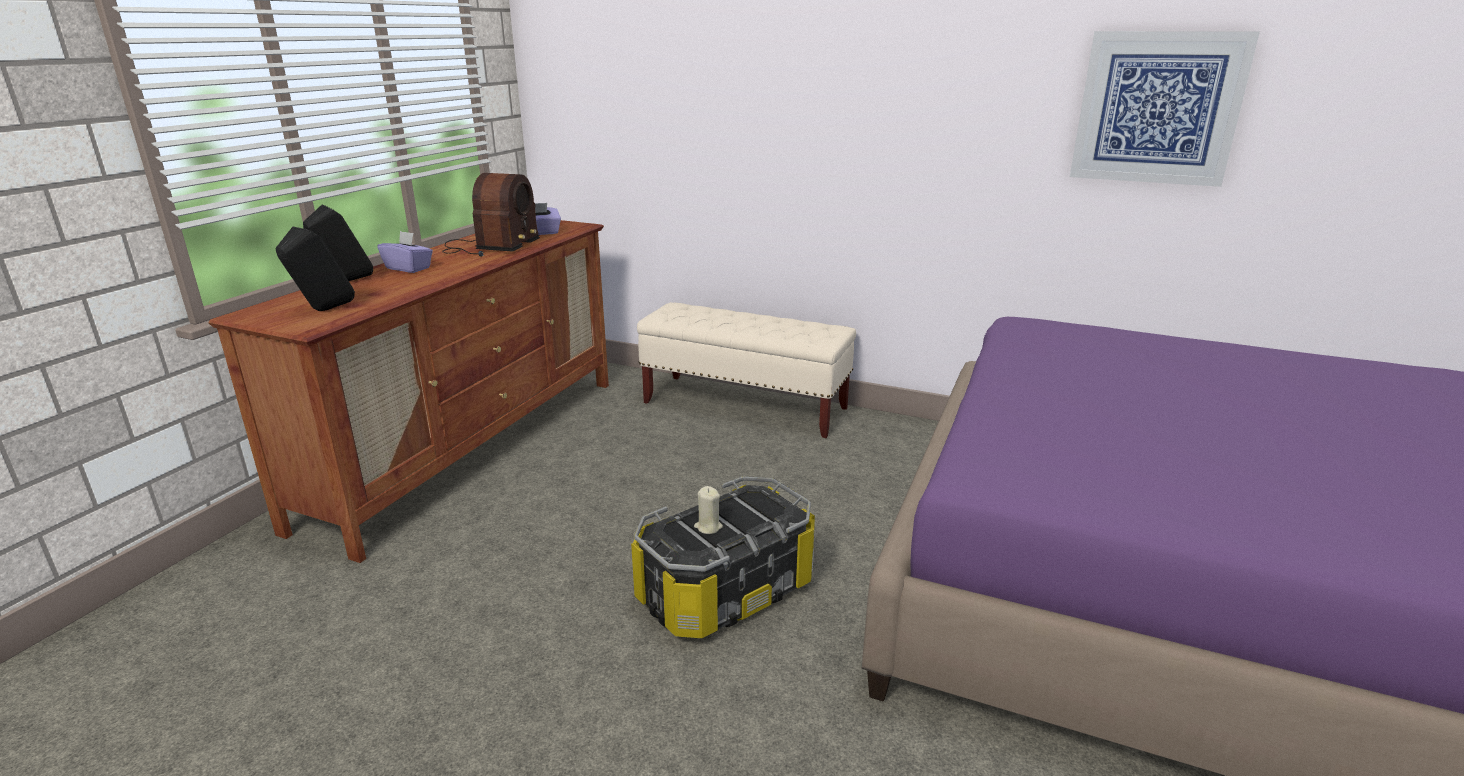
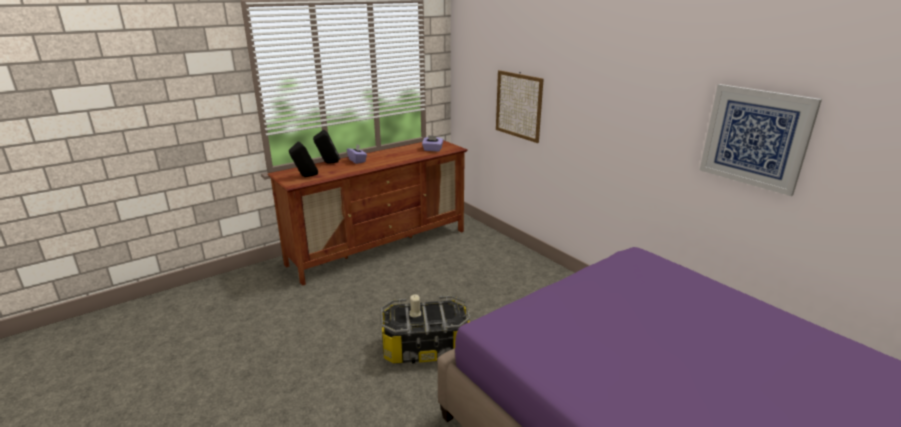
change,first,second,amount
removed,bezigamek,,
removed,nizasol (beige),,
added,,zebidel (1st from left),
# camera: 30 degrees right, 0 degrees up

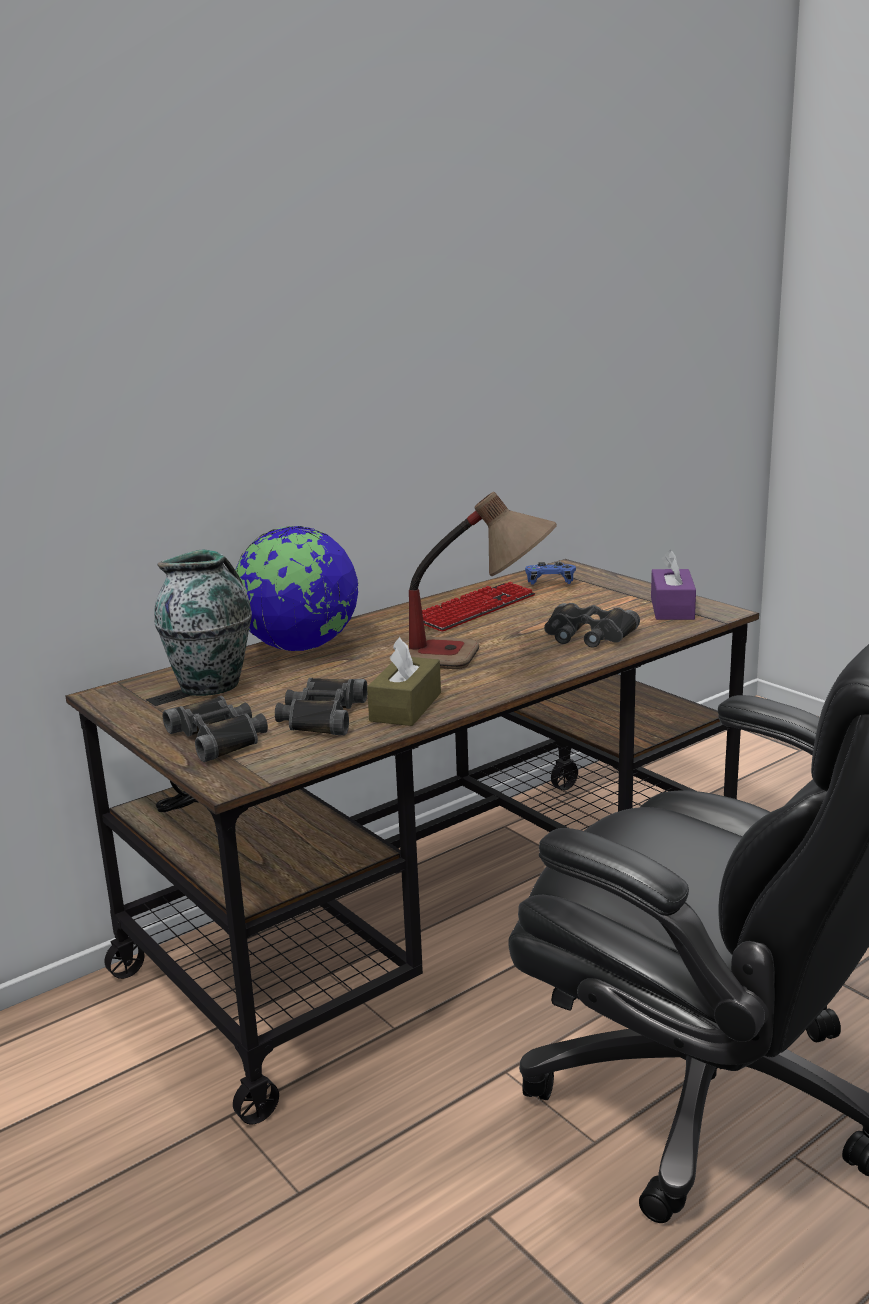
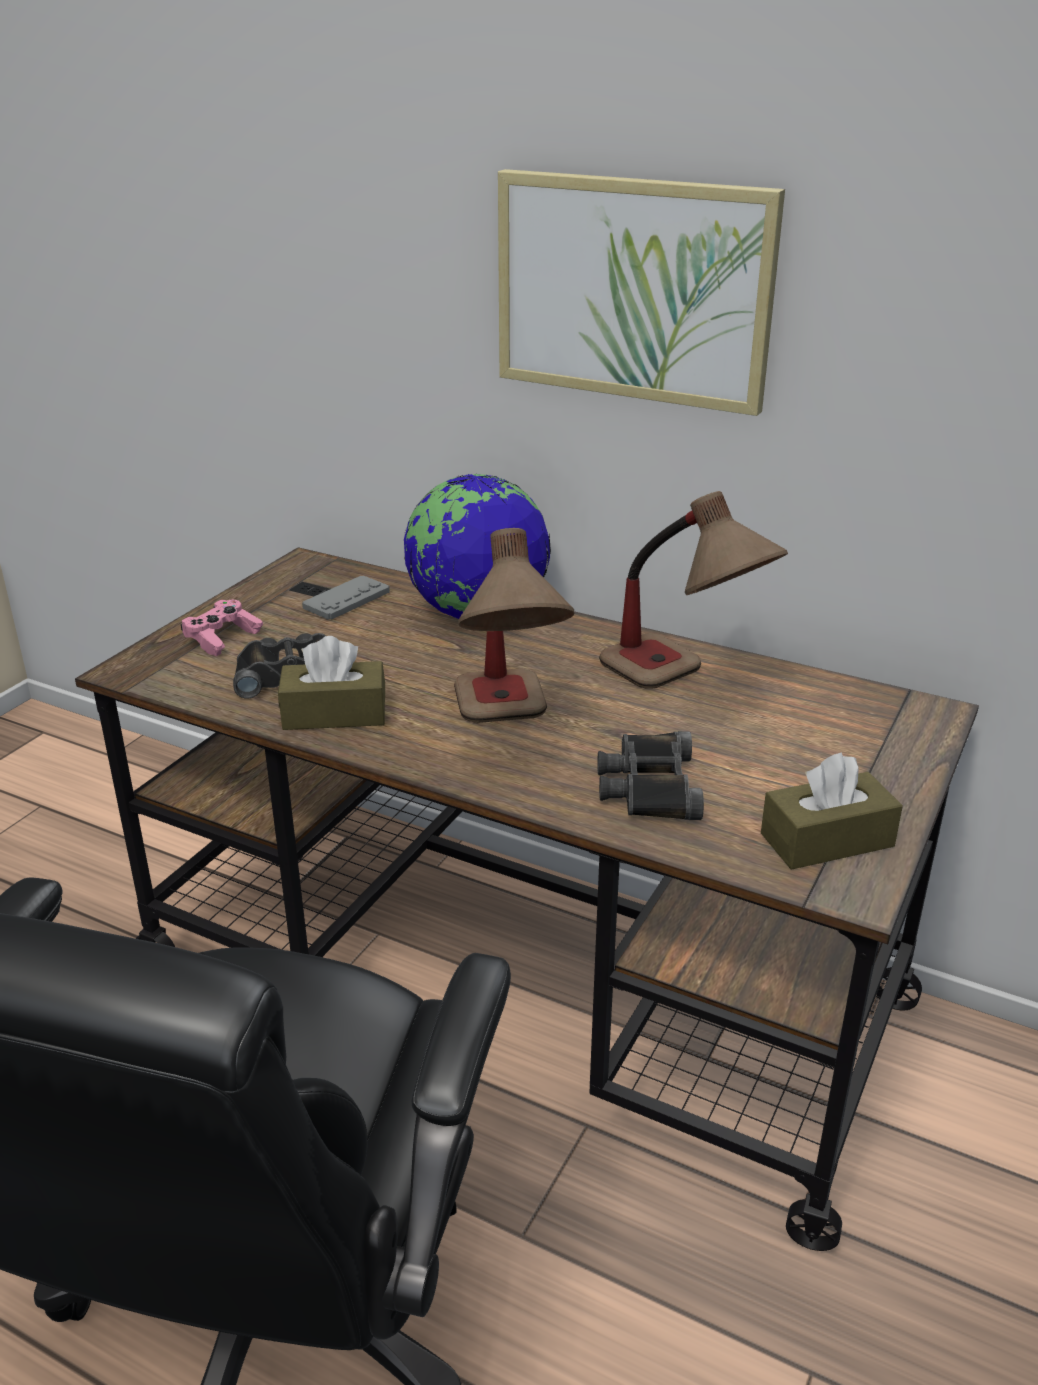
change,first,second,amount
removed,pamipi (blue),,
added,,zebidel,
replaced,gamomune,pamipi (grey),
replaced,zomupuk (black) (1st from left),pamipi (pink),
replaced,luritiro,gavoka (2nd from left),
recoloured,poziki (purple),poziki (brown) (2nd from left),
# camera: 65 degrees right, 10 degrees up

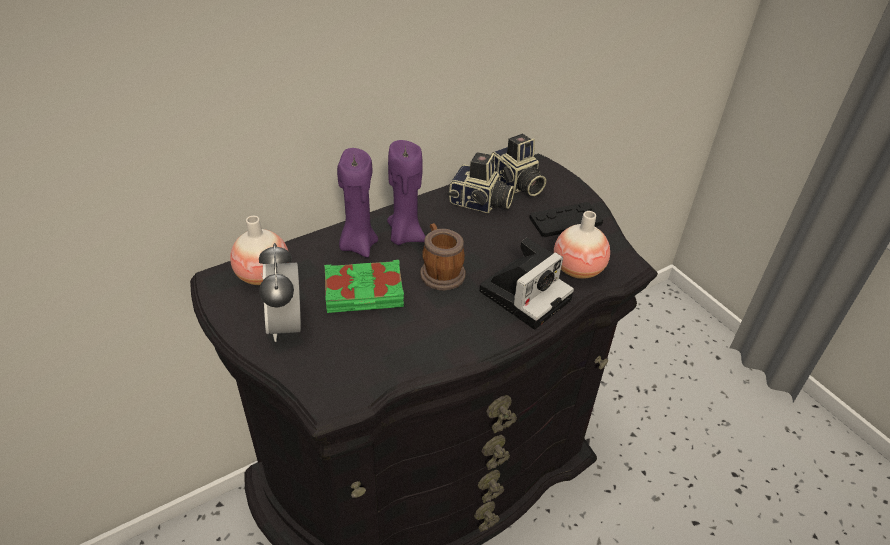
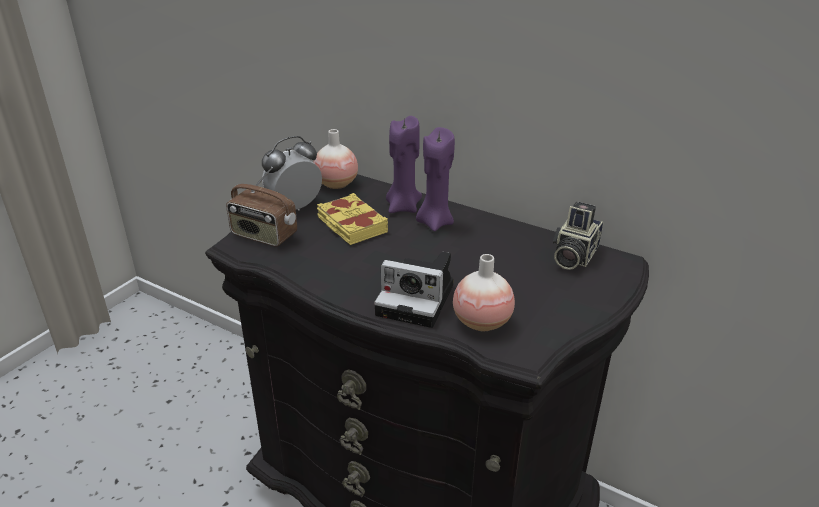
change,first,second,amount
removed,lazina,,
removed,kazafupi (1st from left),,
removed,pamipi (black),,
added,,bezigamek,
recoloured,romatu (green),romatu (yellow),
# camera: 65 degrees right, 10 degrees down

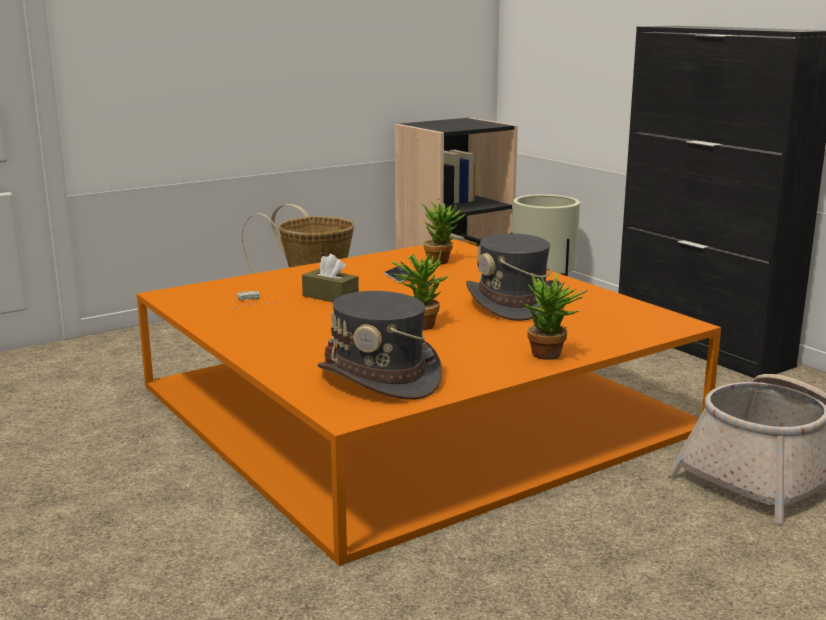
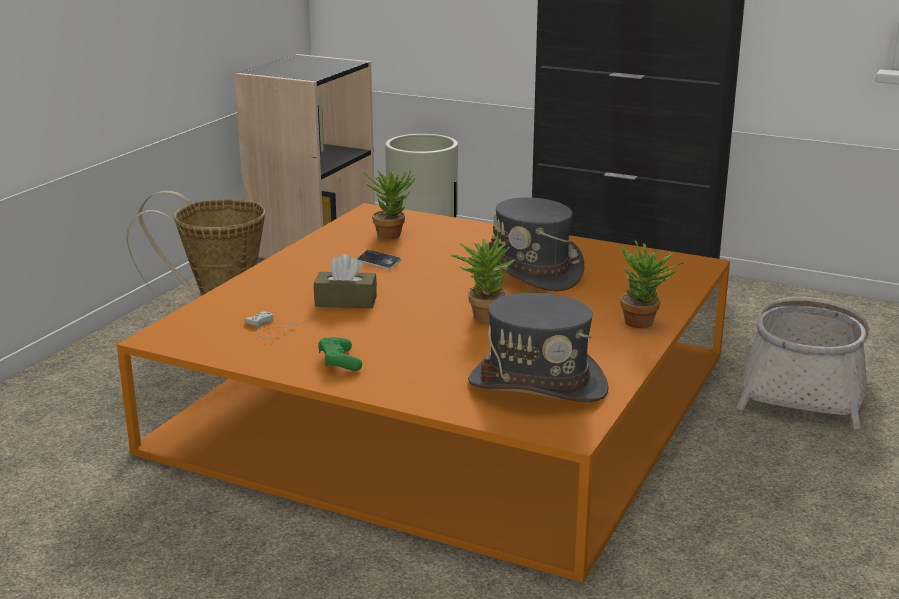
change,first,second,amount
added,,pamipi (green),
# camera: 30 degrees left, 5 degrees up

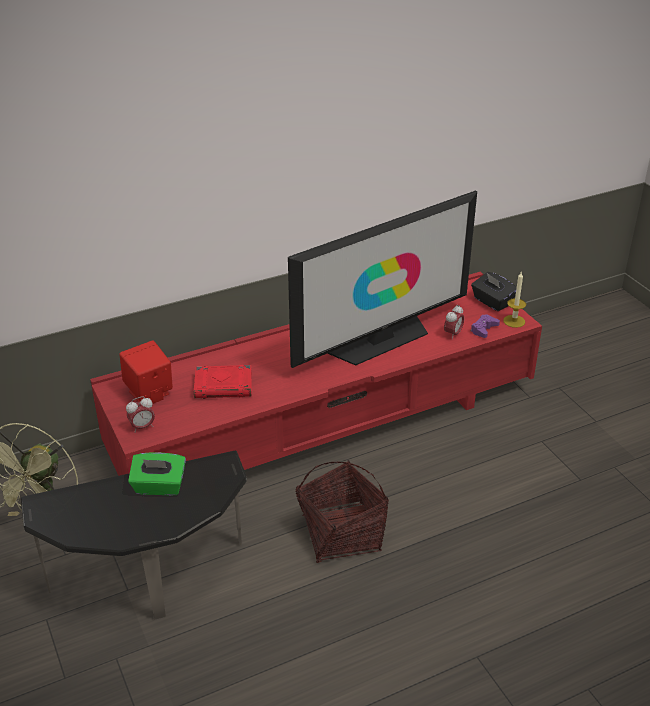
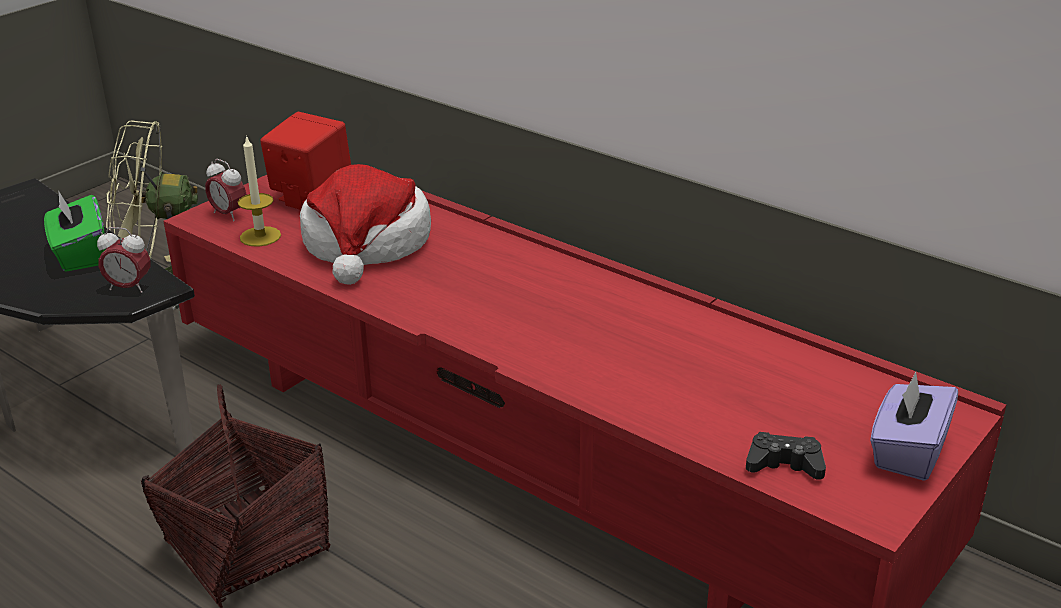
change,first,second,amount
removed,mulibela,,
moved,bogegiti (2nd from left in the first image),bogegiti (1st from left),
moved,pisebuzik,,
replaced,romatu (red),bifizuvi,
recoloured,poziki (black),poziki (purple),
recoloured,pamipi (purple),pamipi (black),
# camera: 65 degrees right, 5 degrees down

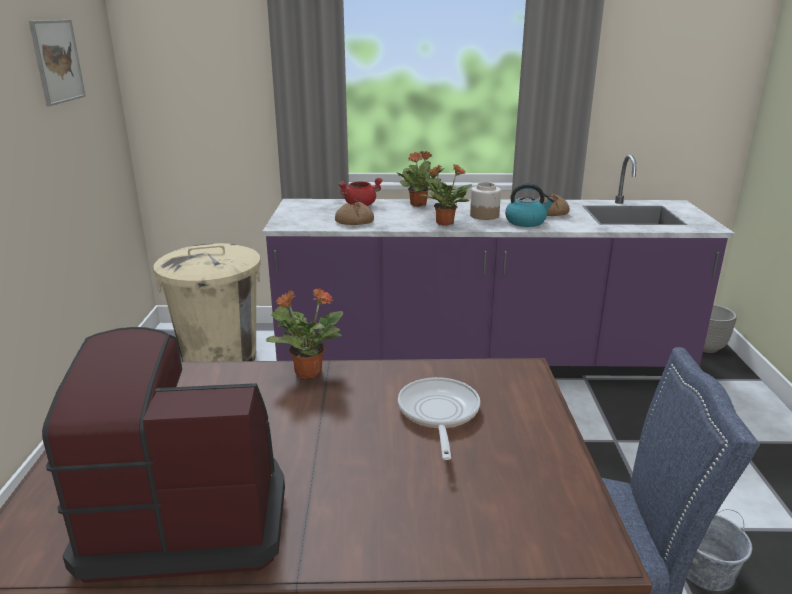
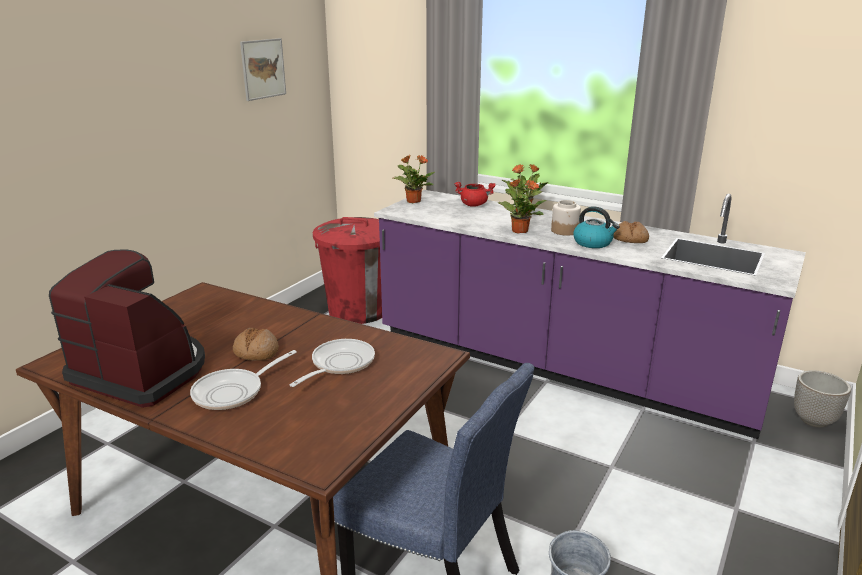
change,first,second,amount
added,,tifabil (1st from left),
moved,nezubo (1st from left),,
moved,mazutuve (1st from left),,
recoloured,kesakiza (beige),kesakiza (red),
# camera: 30 degrees right, 0 degrees up

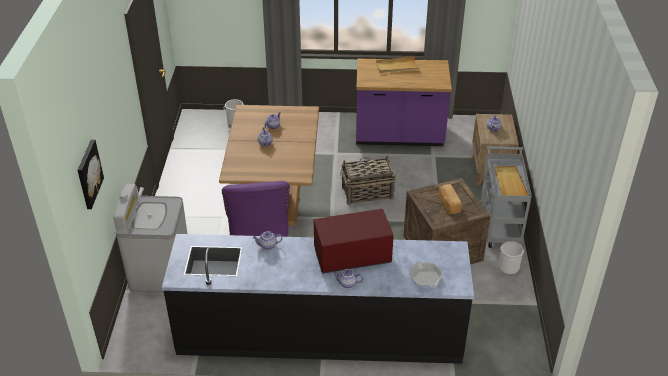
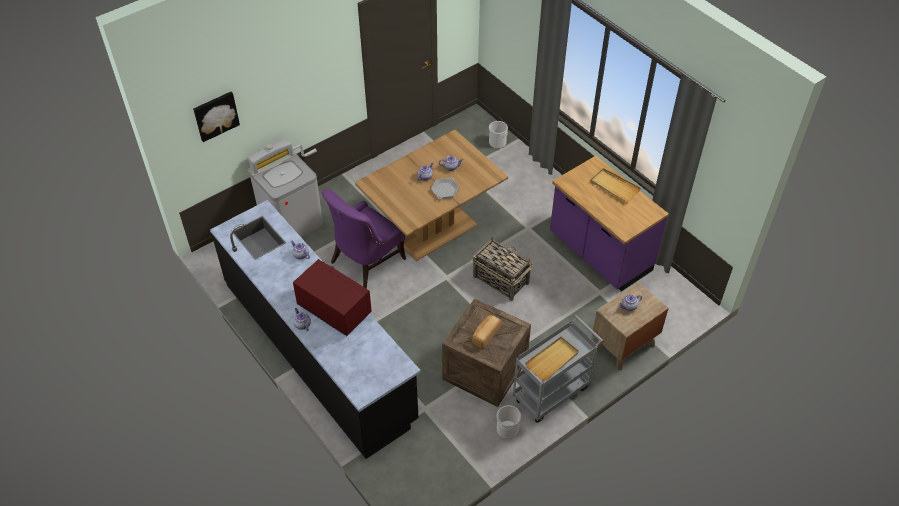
change,first,second,amount
moved,tifabil,,
# camera: 50 degrees right, 10 degrees up

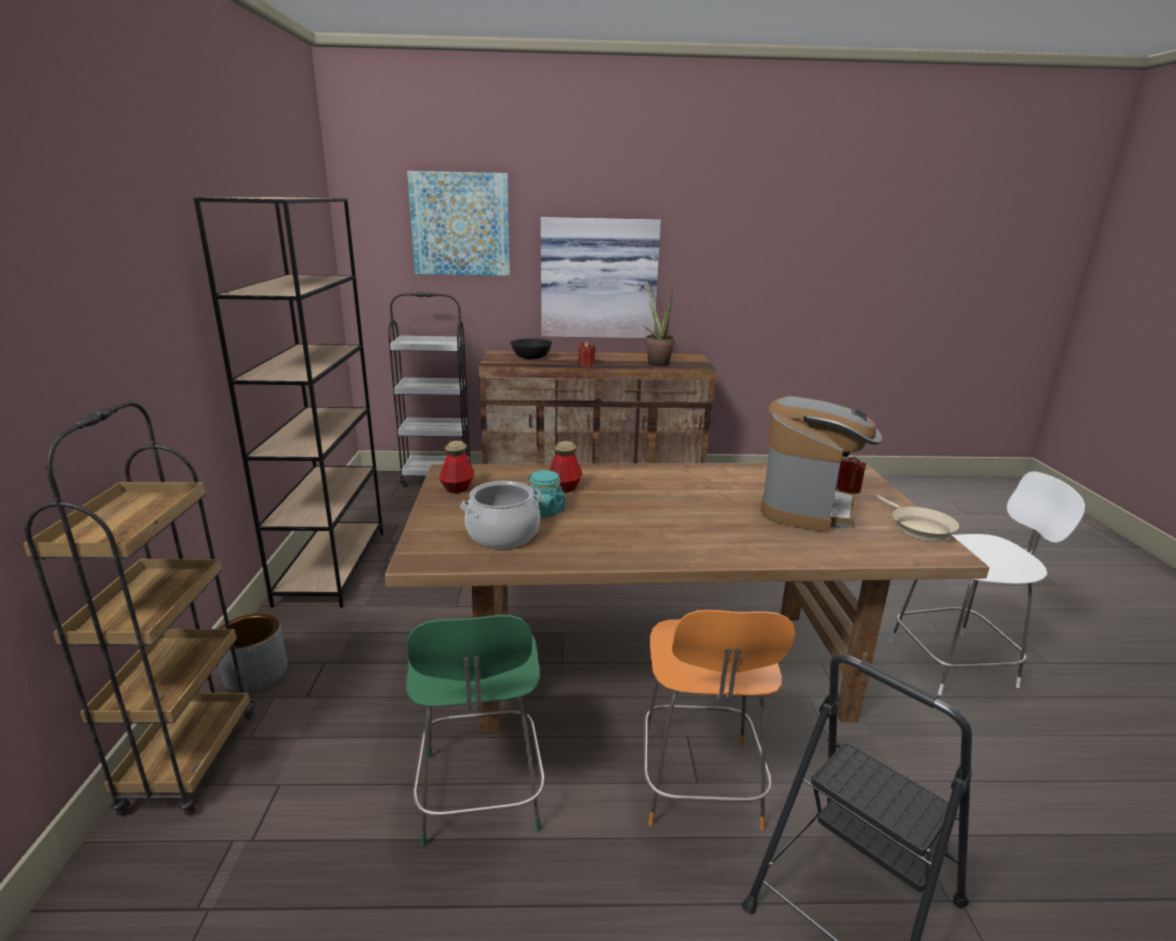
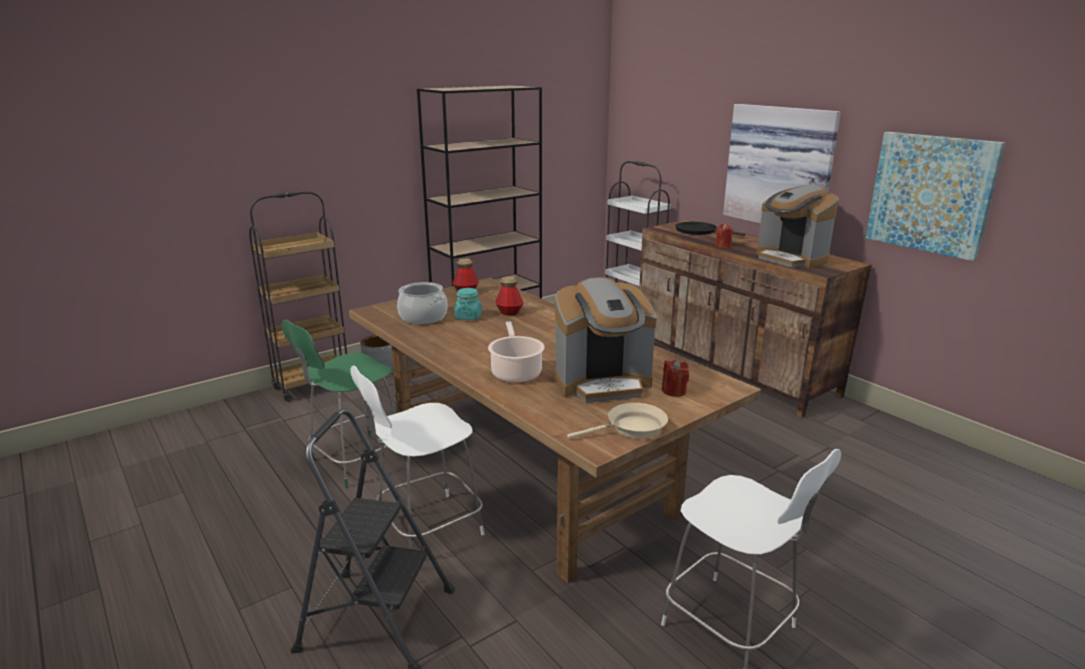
change,first,second,amount
added,,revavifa (2nd from left),
moved,zebidel (1st from left in the first image),zebidel (2nd from left),
replaced,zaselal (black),tifabil (black),
replaced,nezubo,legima (2nd from left),
recoloured,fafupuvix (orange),fafupuvix (white) (1st from left),
turned,tifabil (beige),,150 degrees counterclockwise
# camera: 55 degrees right, 0 degrees up

